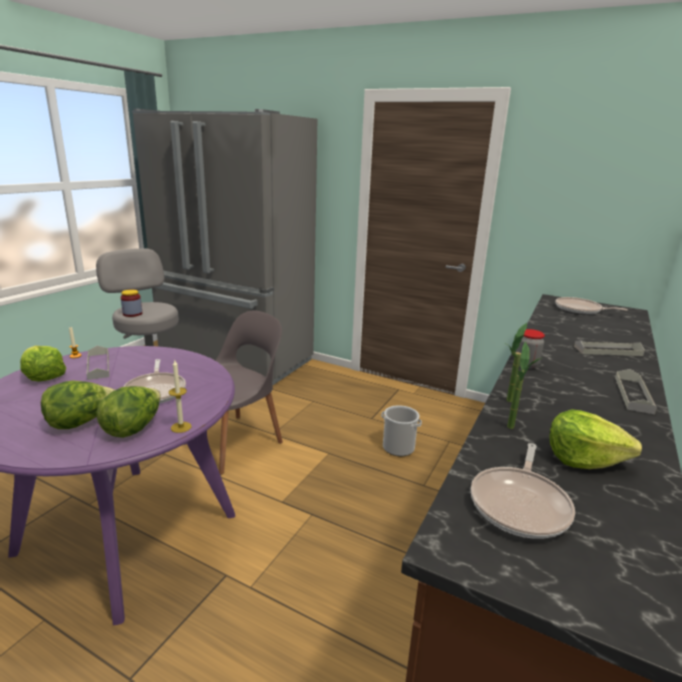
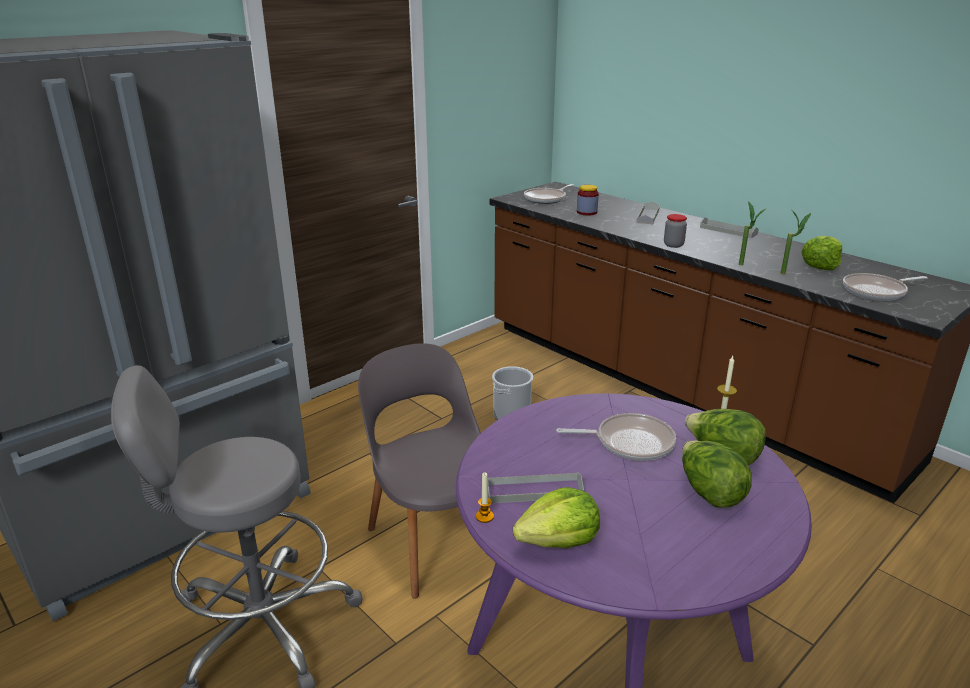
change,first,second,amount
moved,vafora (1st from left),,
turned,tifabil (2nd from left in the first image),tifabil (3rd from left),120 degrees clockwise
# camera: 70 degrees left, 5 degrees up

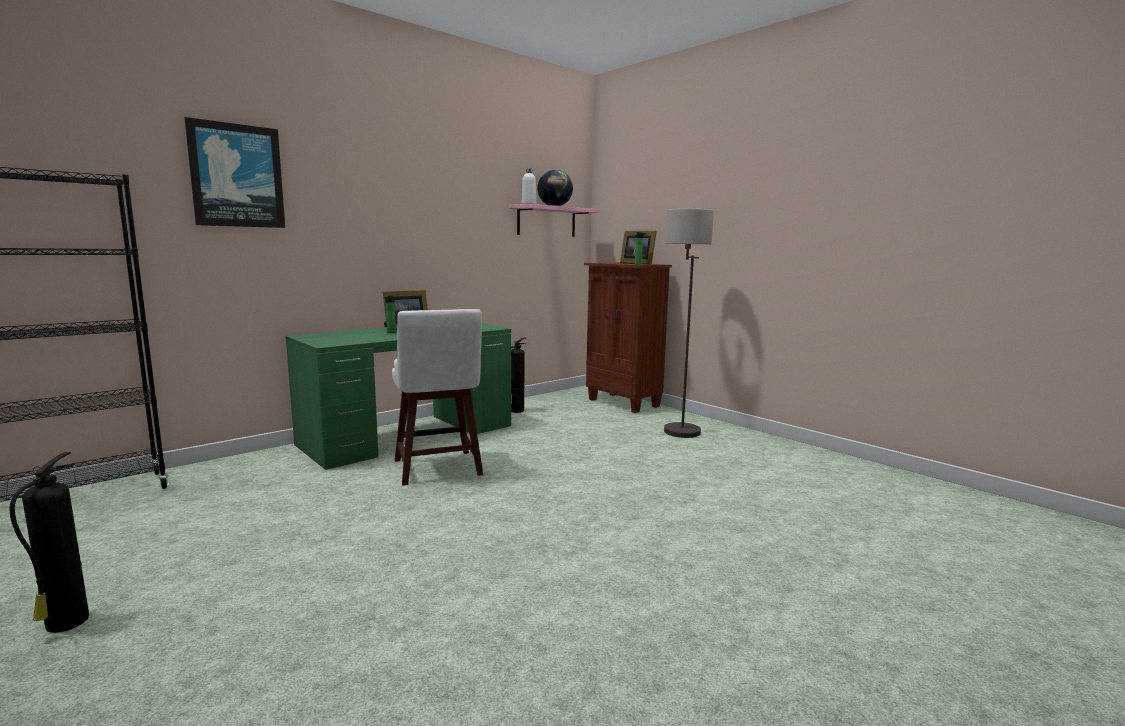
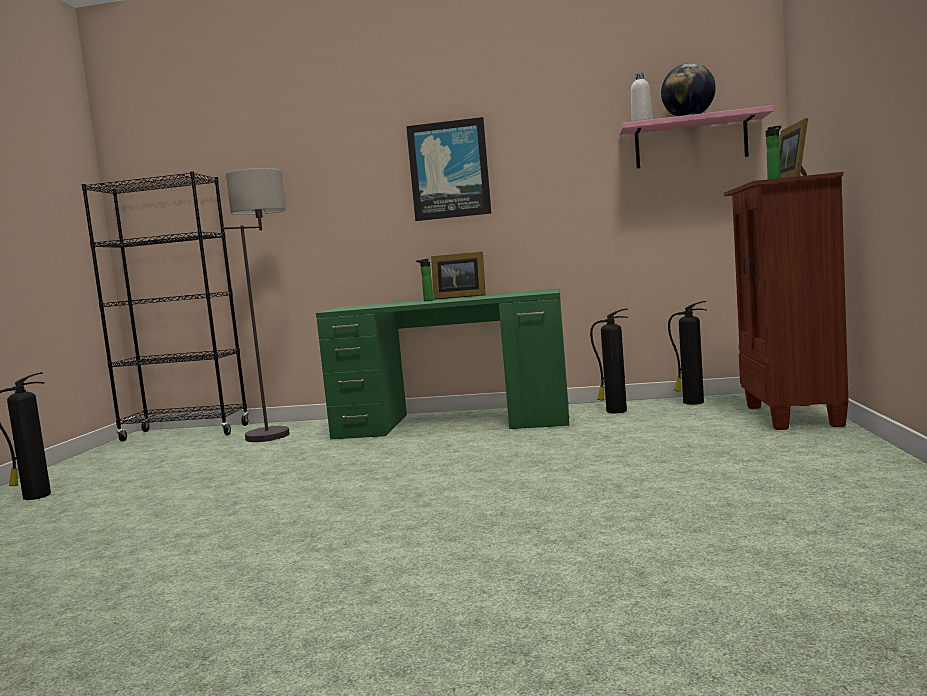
change,first,second,amount
removed,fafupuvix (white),,
added,,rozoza (3rd from left),
moved,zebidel,,
moved,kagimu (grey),,
# camera: 50 degrees right, 5 degrees down

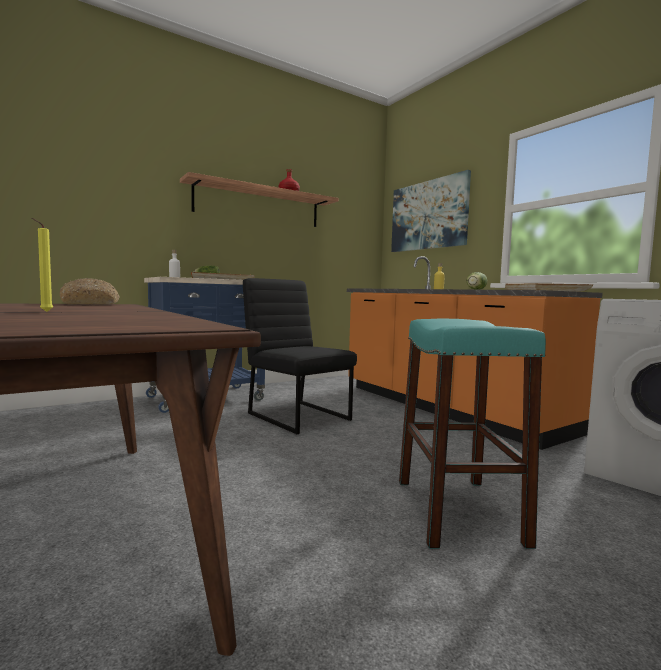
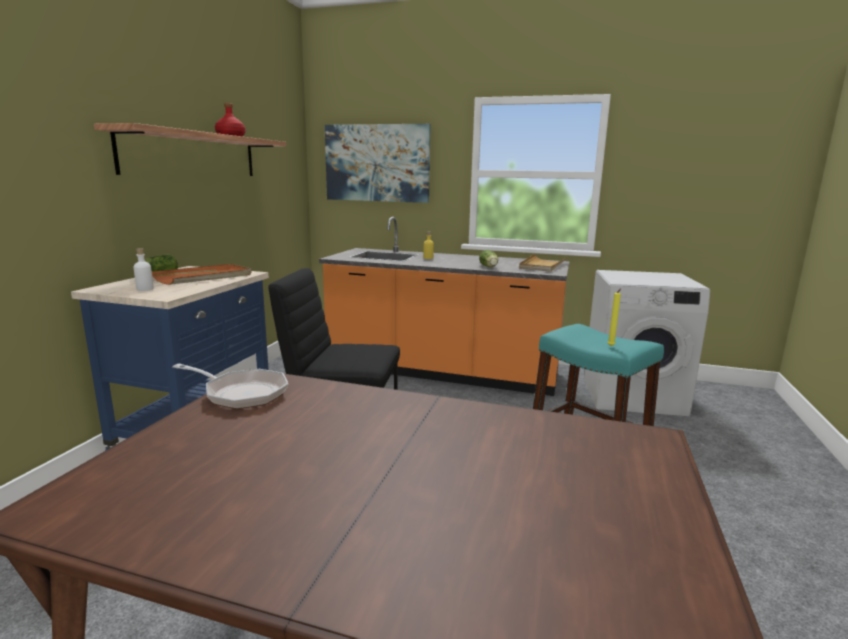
change,first,second,amount
moved,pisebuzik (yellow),,
replaced,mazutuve,tifabil,
# camera: 40 degrees left, 10 degrees up

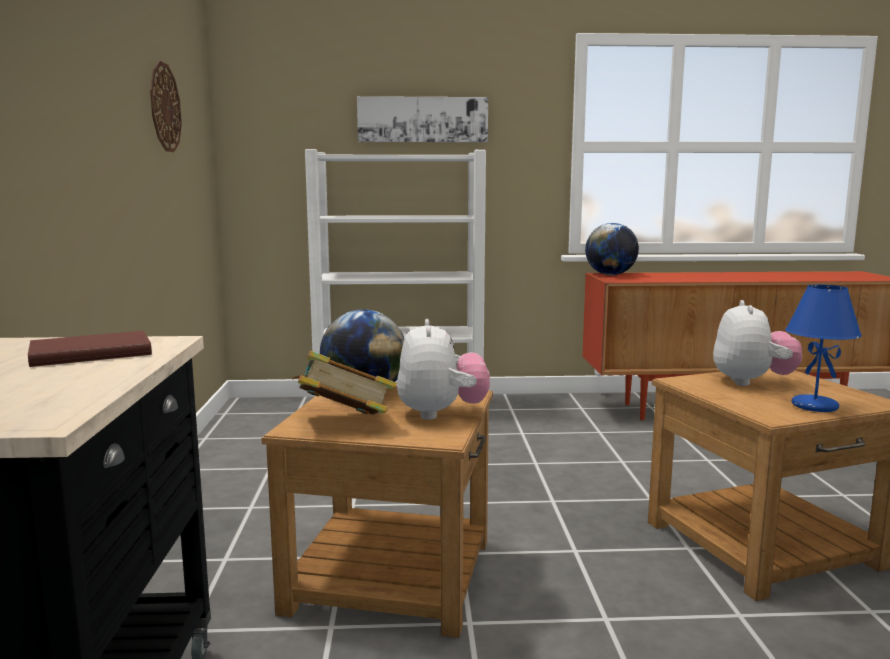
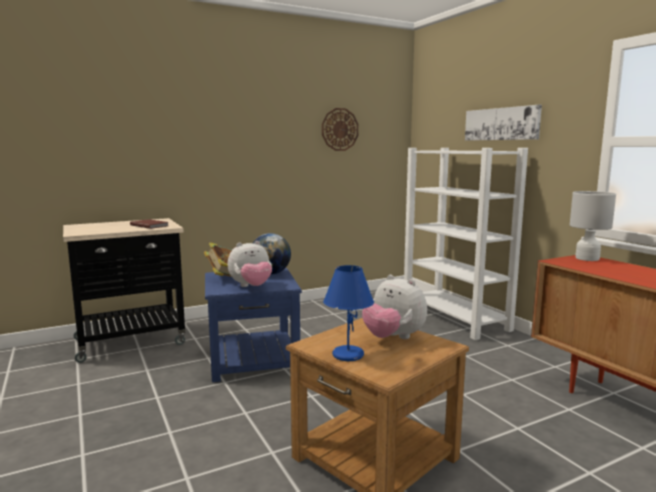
change,first,second,amount
replaced,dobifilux (2nd from left),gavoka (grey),
recoloured,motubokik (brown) (1st from left),motubokik (blue),
turned,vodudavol (2nd from left),,60 degrees clockwise
# camera: 65 degrees right, 0 degrees up

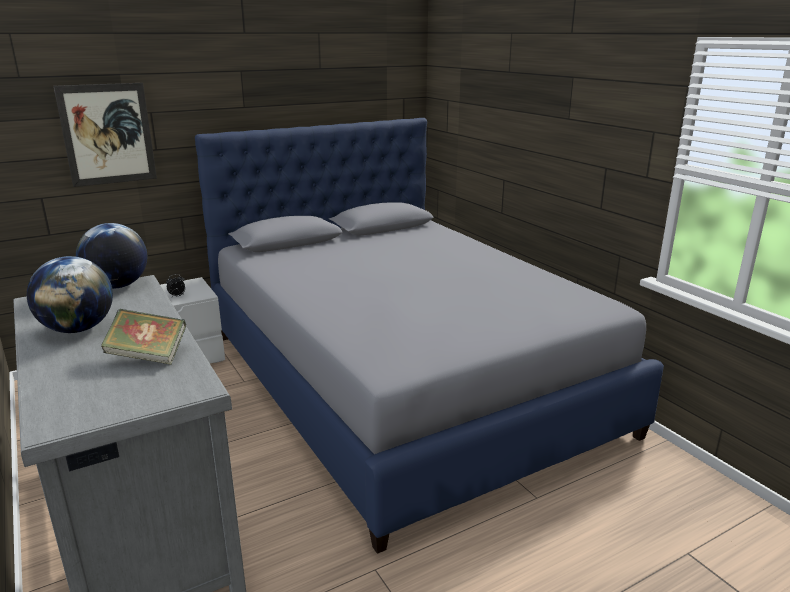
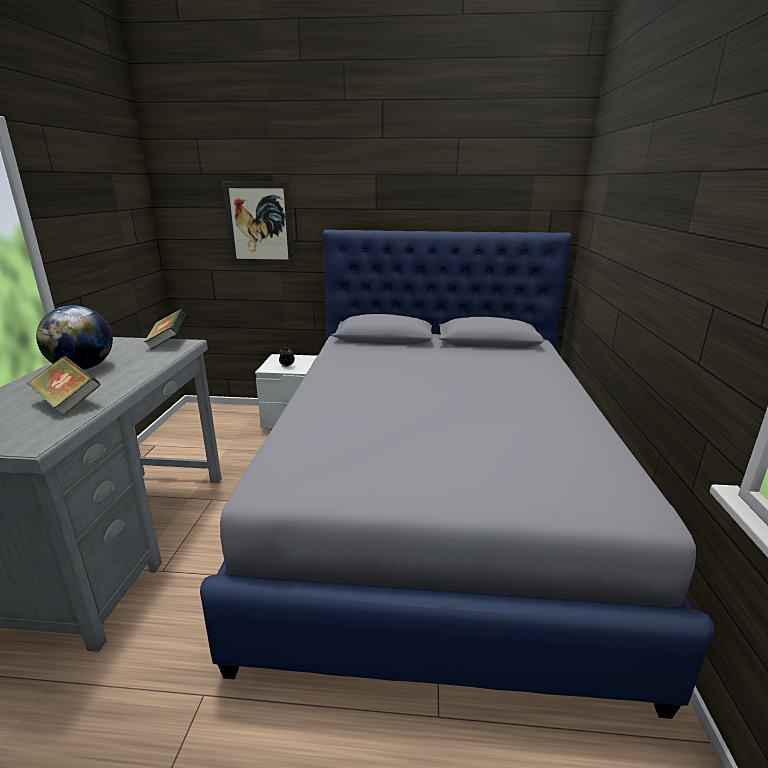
change,first,second,amount
replaced,dobifilux (2nd from left),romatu (2nd from left),
# camera: 35 degrees right, 0 degrees up

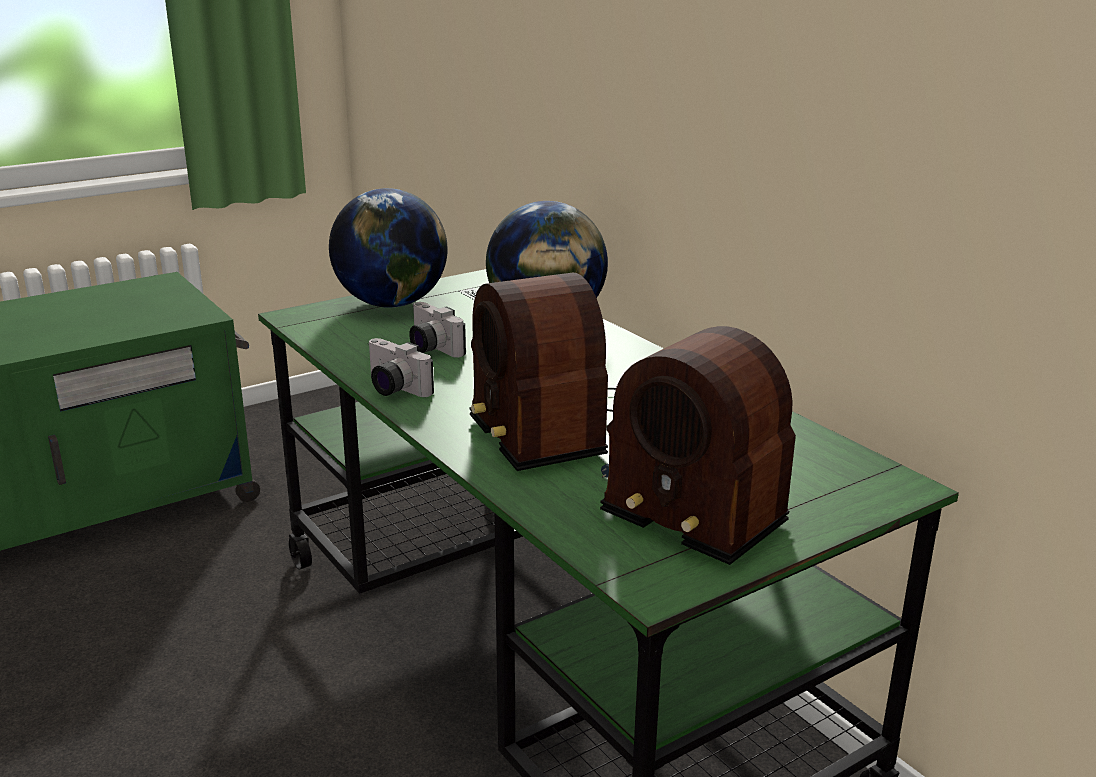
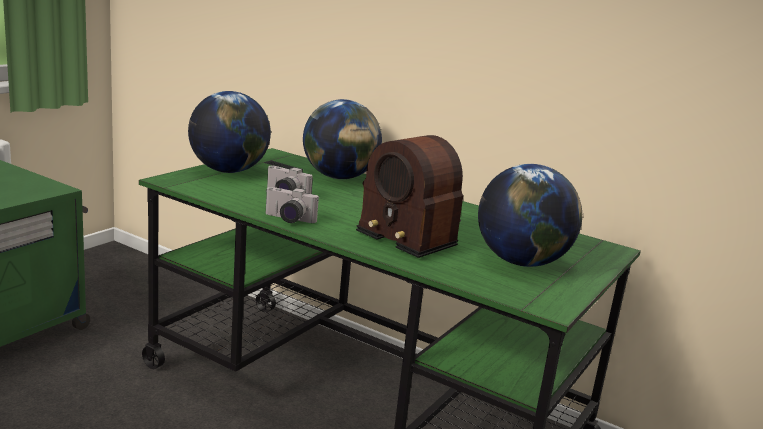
change,first,second,amount
replaced,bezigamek (2nd from left),dobifilux (3rd from left),
# camera: 25 degrees left, 5 degrees down

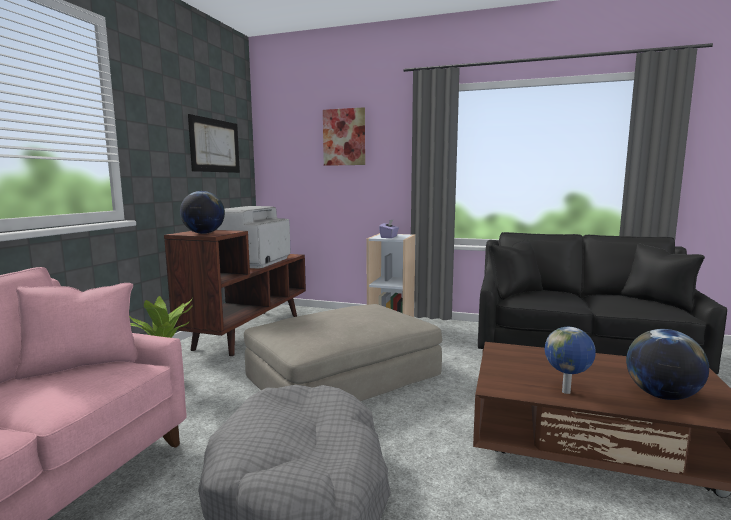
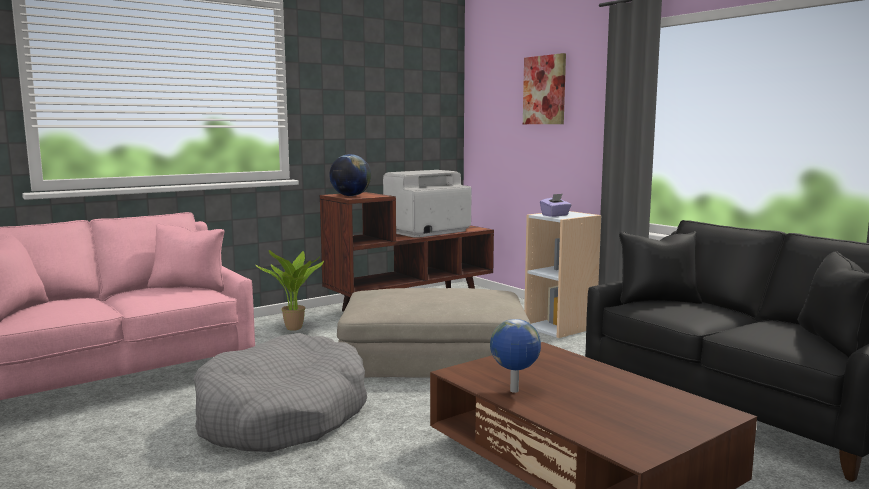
change,first,second,amount
removed,zebidel (1st from left),,
removed,dobifilux (3rd from left),,
# camera: 35 degrees right, 0 degrees up

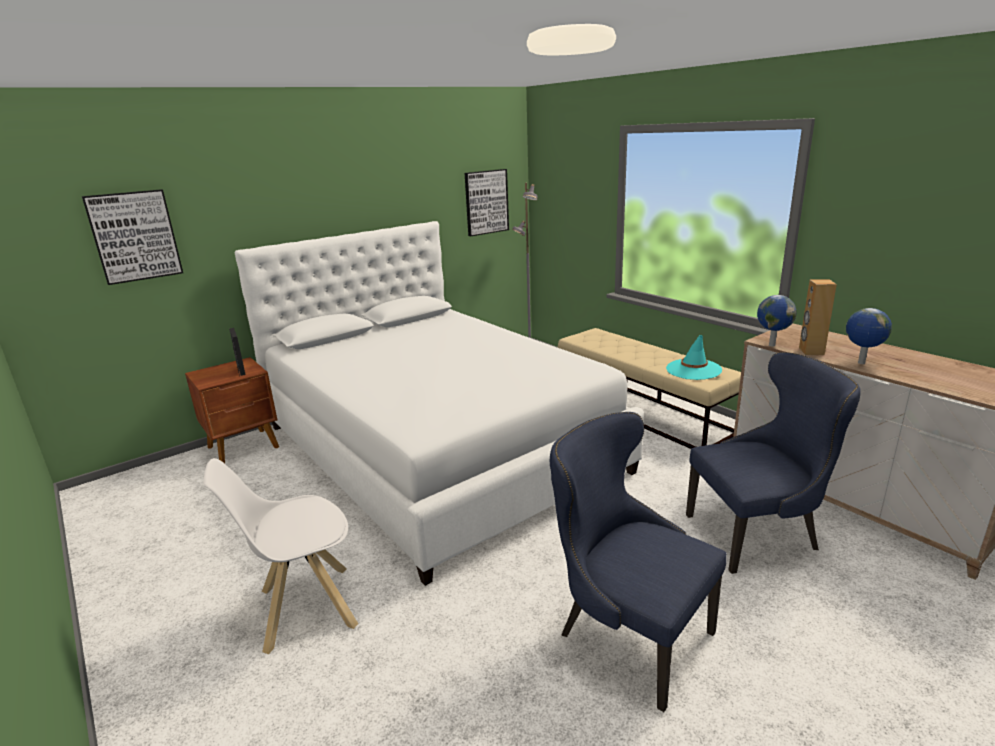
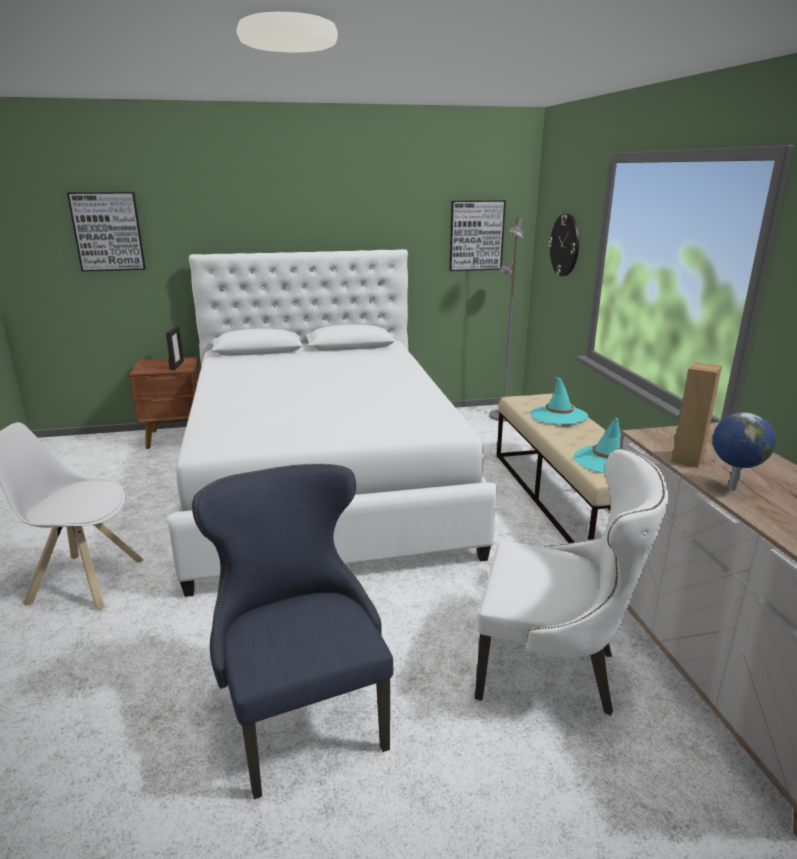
change,first,second,amount
removed,dobifilux (1st from left),,
added,,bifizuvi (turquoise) (1st from left),
added,,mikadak,
recoloured,fafupuvix (blue) (2nd from left),fafupuvix (white) (2nd from left),
# camera: 25 degrees right, 0 degrees up

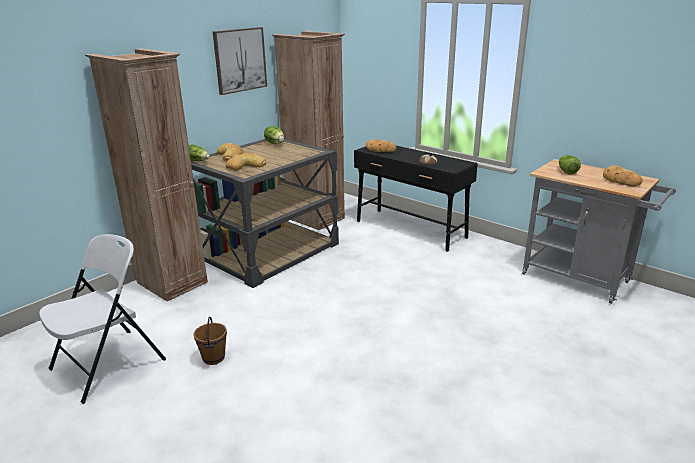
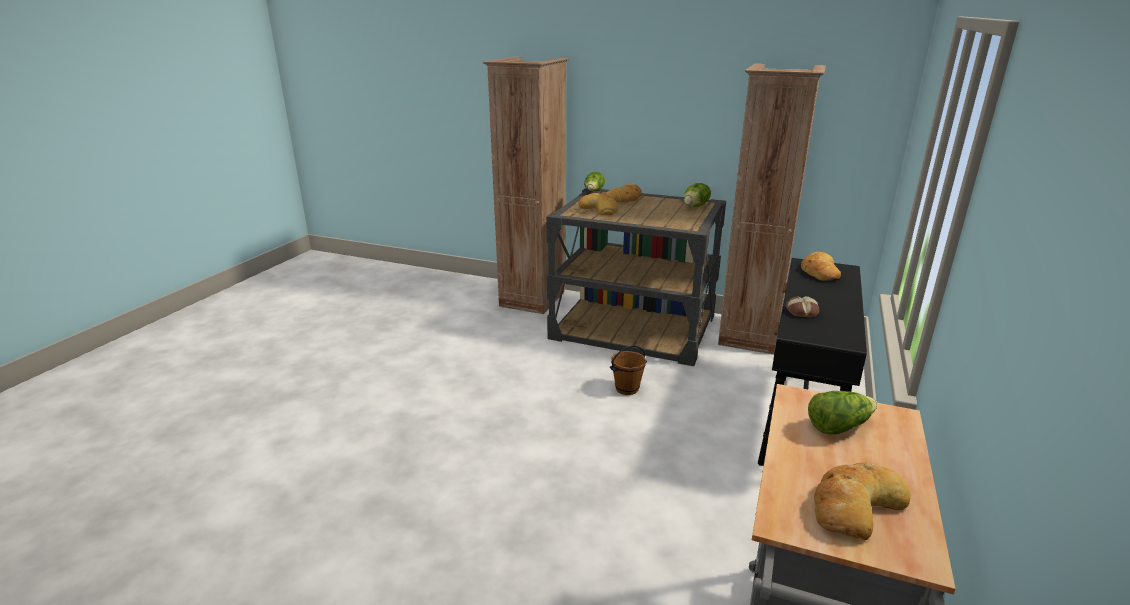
change,first,second,amount
removed,fafupuvix (white),,
removed,zebidel,,
moved,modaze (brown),,
# camera: 70 degrees right, 0 degrees up

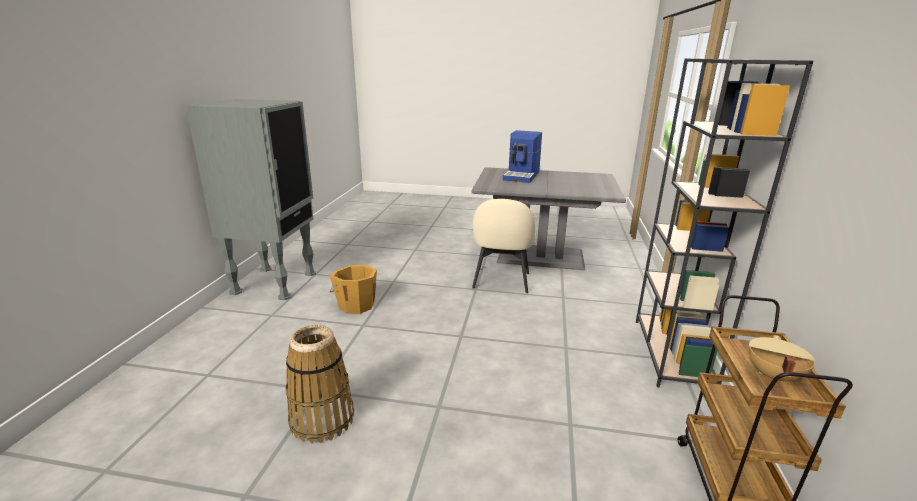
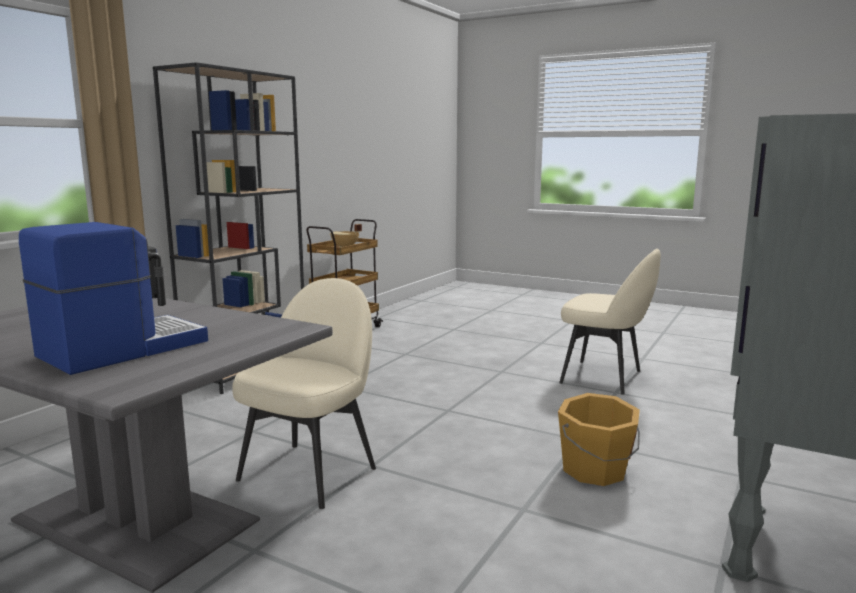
change,first,second,amount
replaced,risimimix,fafupuvix (beige) (2nd from left),
# camera: 160 degrees left, 10 degrees down

